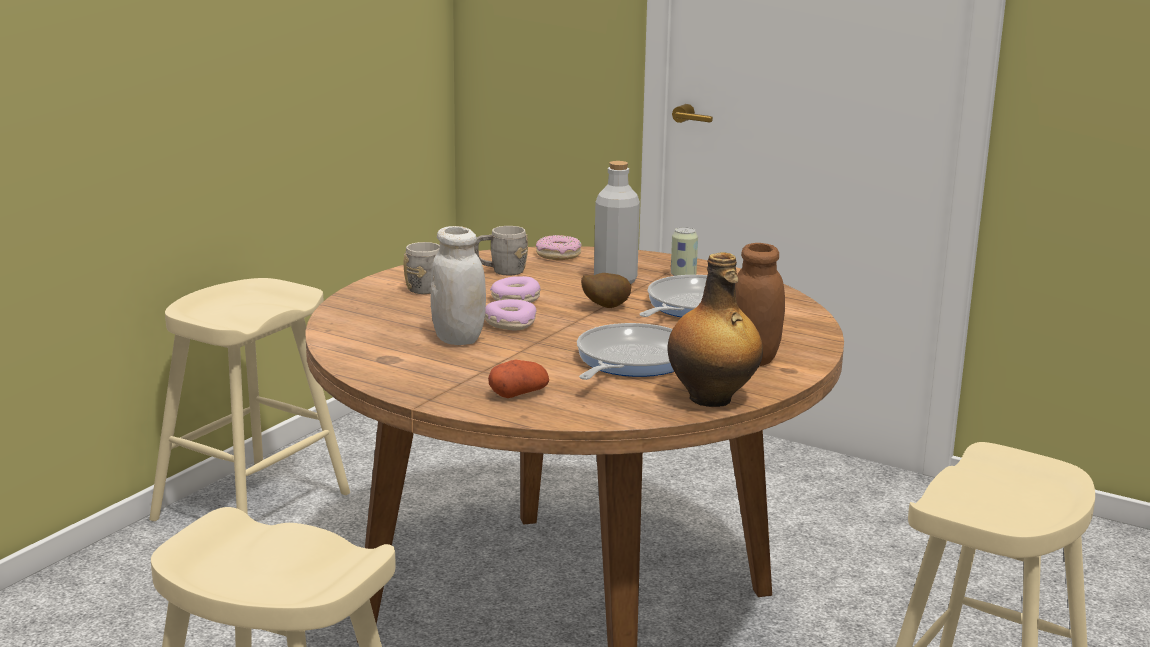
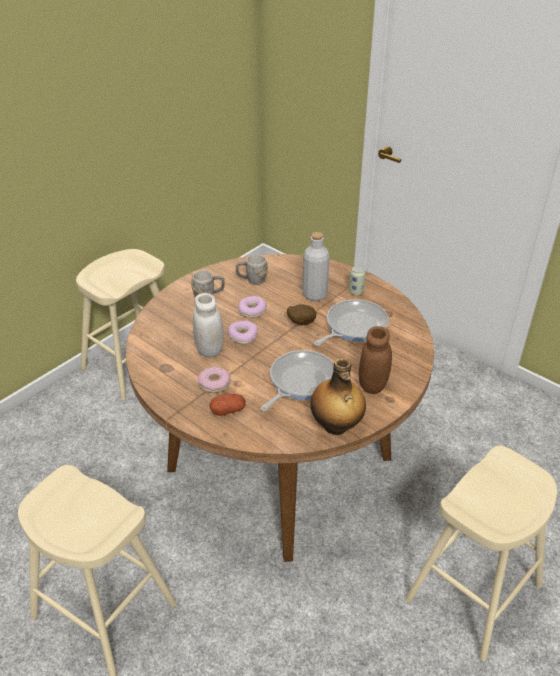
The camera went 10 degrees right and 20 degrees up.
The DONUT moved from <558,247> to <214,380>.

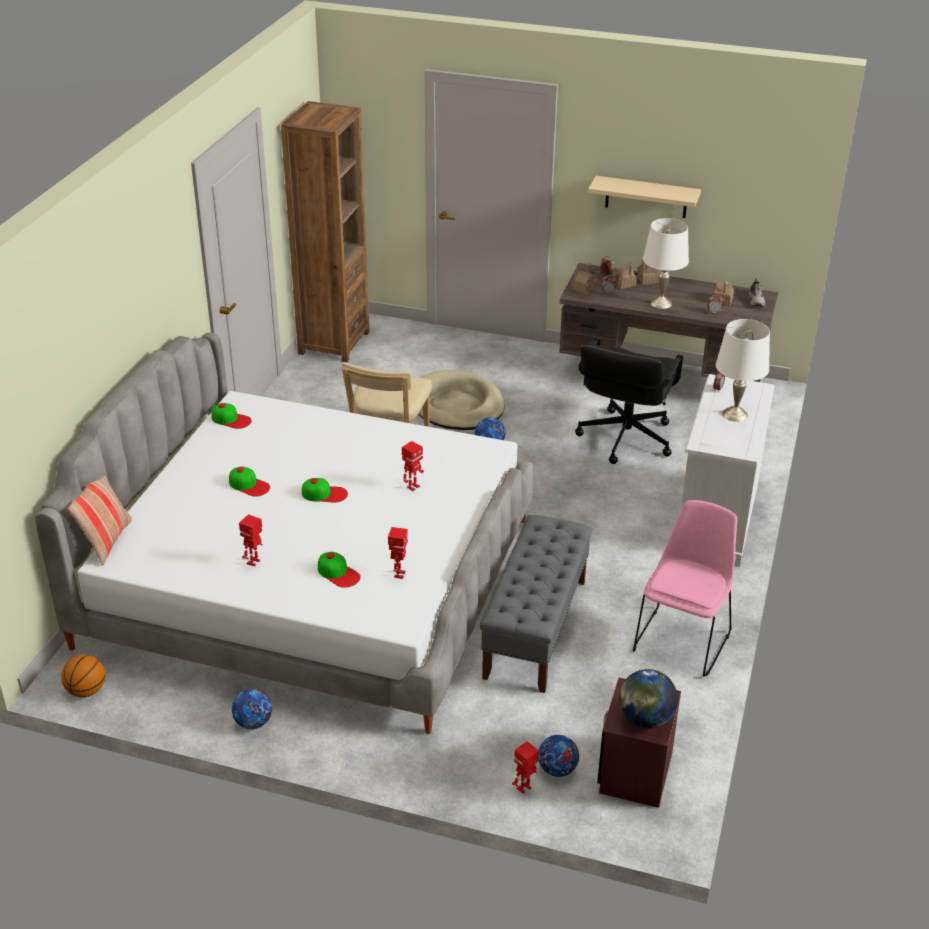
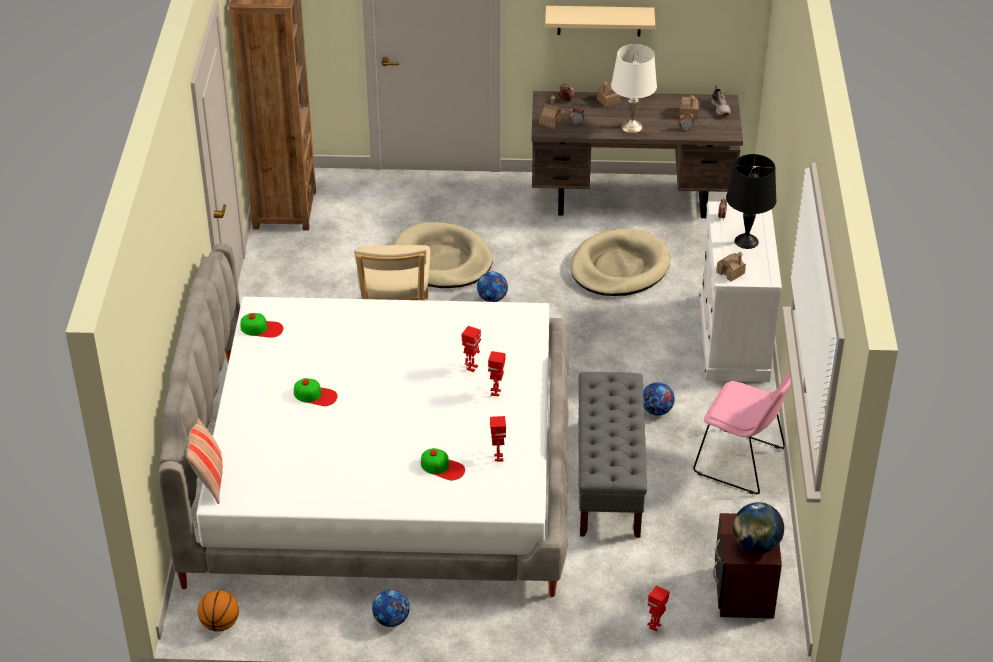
The camera went 15 degrees left and 5 degrees up.
The TOY ROBOT moved from <251,540> to <497,373>.
The CAP at <325,490> disappeared.
The FOOTBALL moved from <558,756> to <659,399>.
The BLACK OFFICE CHAIR at <629,400> was replaced by the BEIGE DOG BED at <620,262>.
The TOY HOUSE moved from <624,276> to <731,267>.
The PINK CHAIR at <685,588> turned 105 degrees clockwise.
The WHITE TABLE LAMP at <743,370> became the BLACK TABLE LAMP at <751,201>.

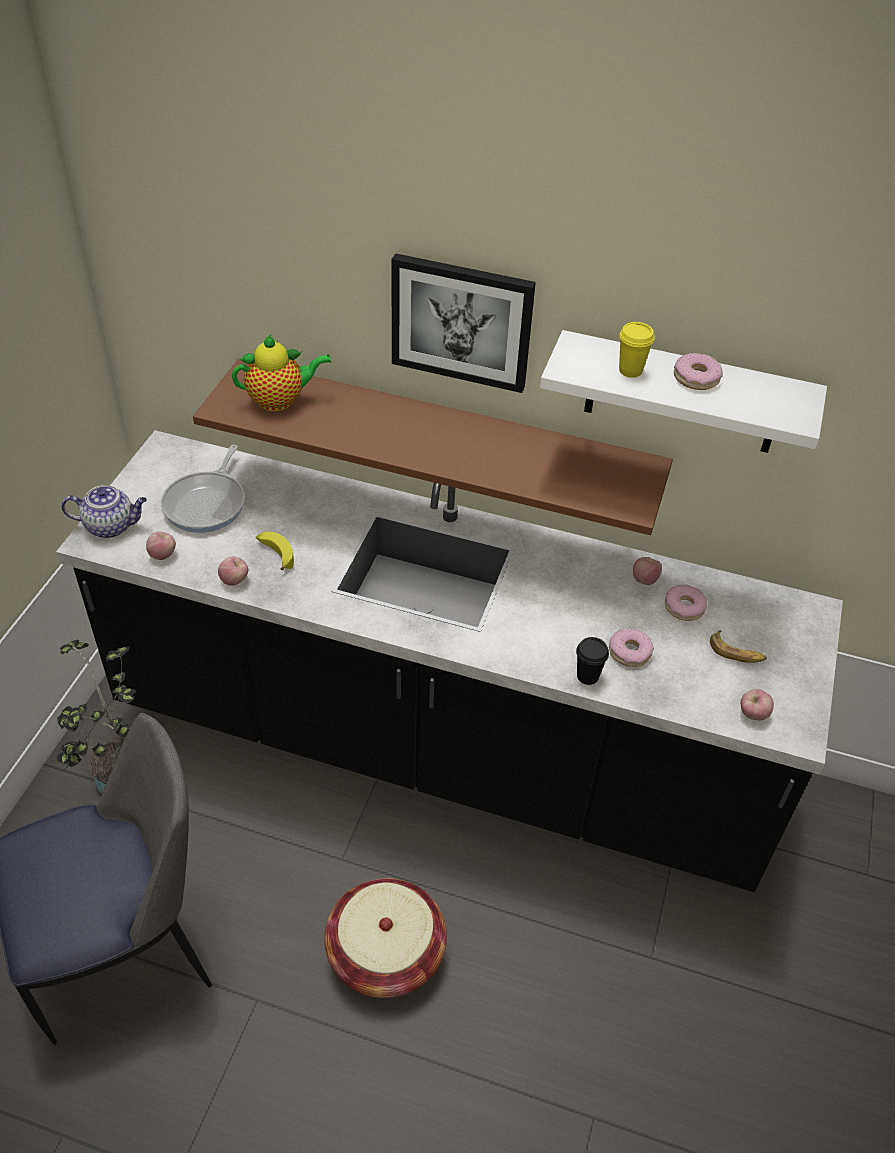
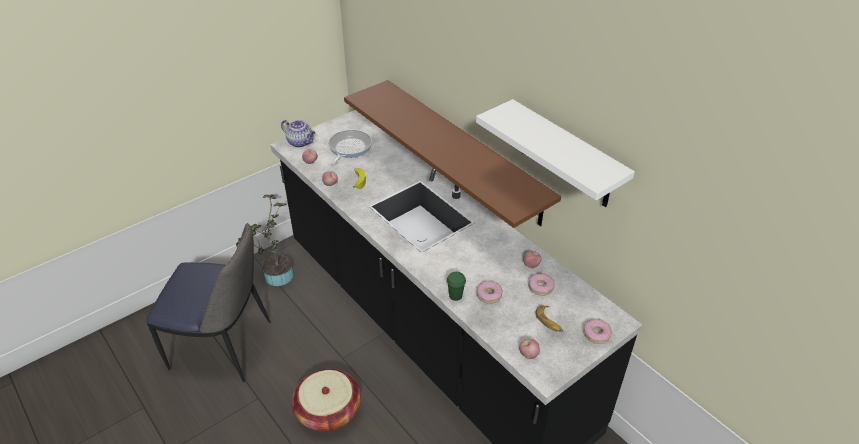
The camera went 35 degrees right and 5 degrees down.
The FRYING PAN at <203,489> turned 150 degrees clockwise.
The TEAPOT at <281,373> disappeared.
The PICTURE at <463,323> disappeared.
The BLACK CUP at <592,661> became the GREEN CUP at <456,286>.
The YELLOW CUP at <636,350> disappeared.
The DONUT moved from <698,371> to <597,331>.

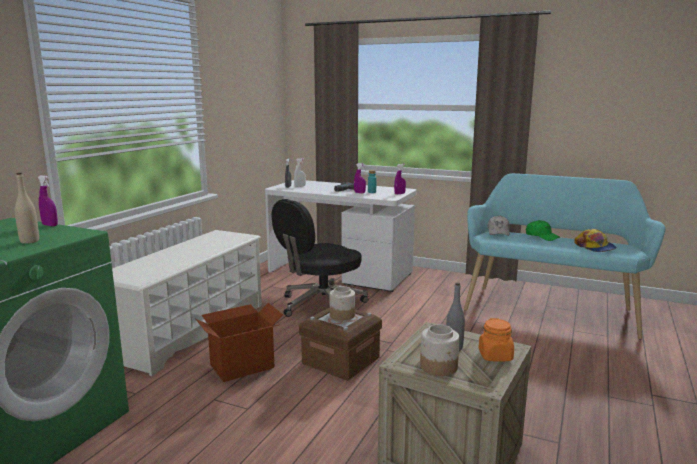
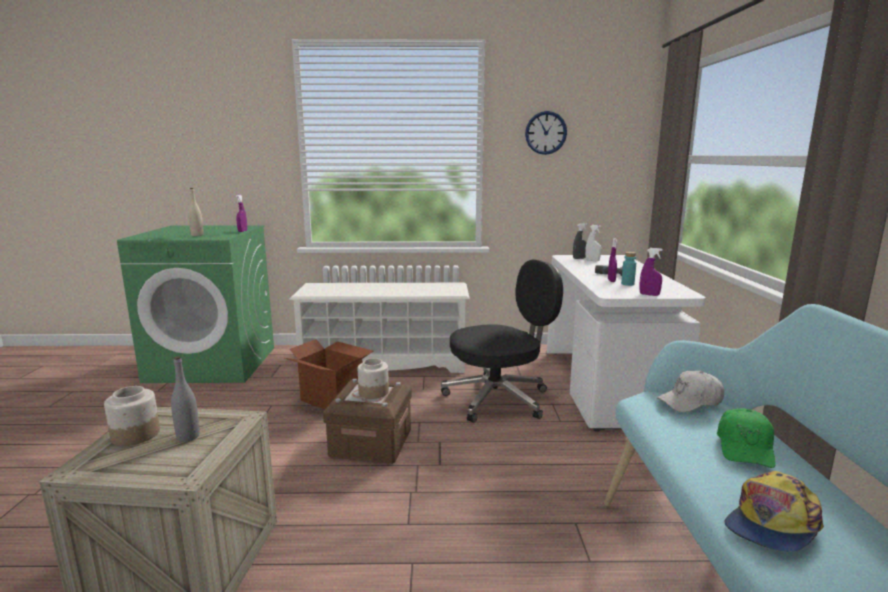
The camera went 65 degrees right and 0 degrees up.
The BLACK OFFICE CHAIR at <319,258> turned 135 degrees clockwise.
The ORANGE JAR at <496,340> disappeared.
The WALL CLOCK at <546,133> appeared.

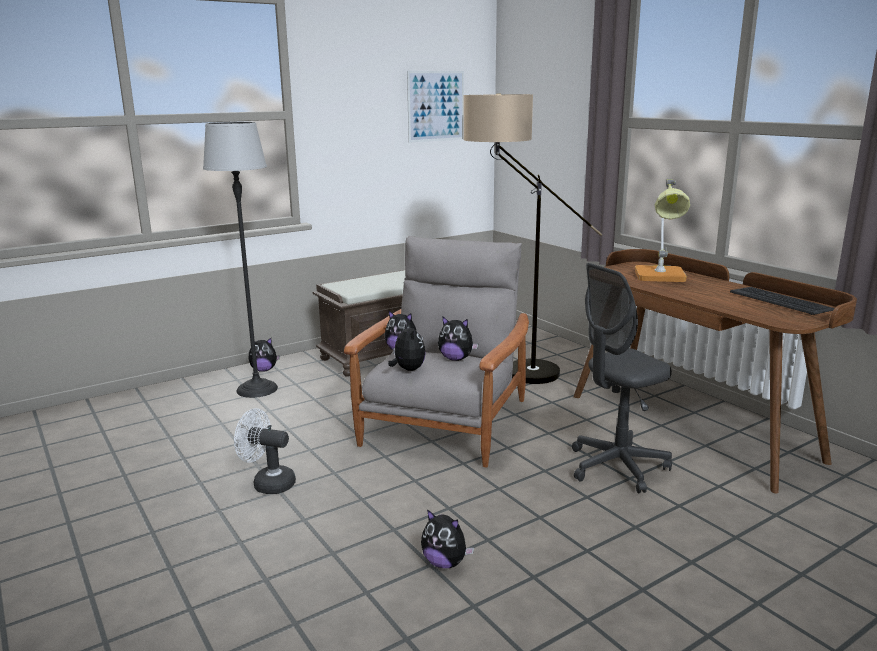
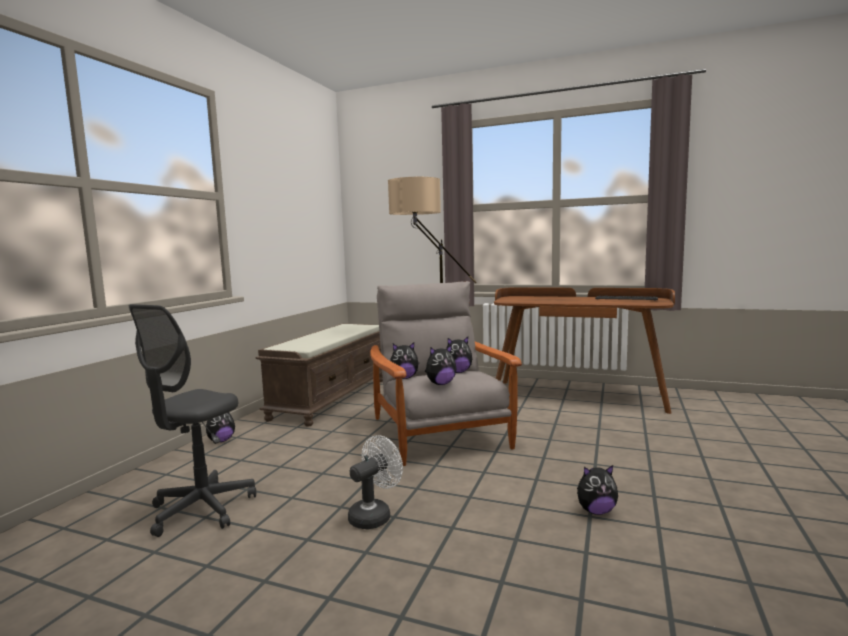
The camera went 35 degrees left and 10 degrees down.
The FLOOR LAMP at <240,260> disappeared.
The WHITE FAN at <265,451> turned 150 degrees clockwise.
The PLUSH TOY at <407,347> turned 120 degrees clockwise.
The PICTURE at <435,107> disappeared.
The GREY OFFICE CHAIR moved from <622,378> to <192,420>.
The TABLE LAMP at <662,230> disappeared.

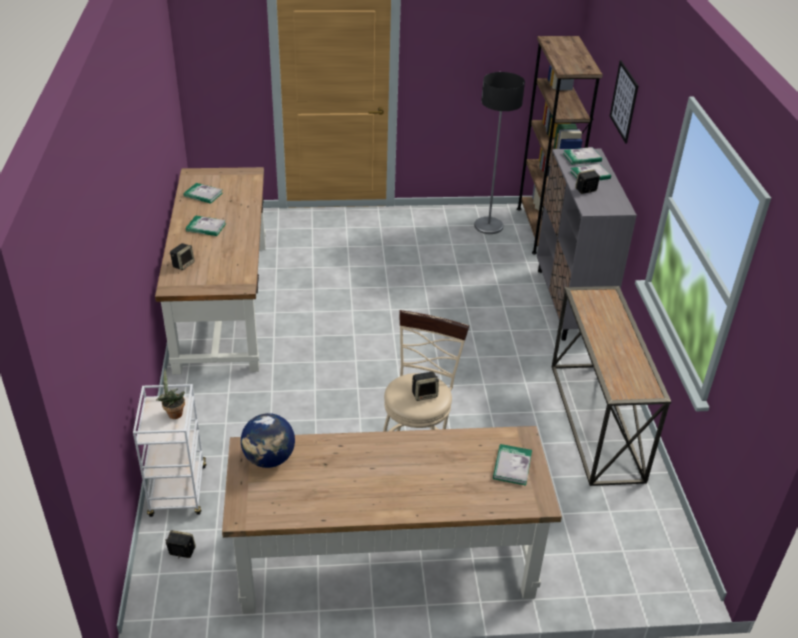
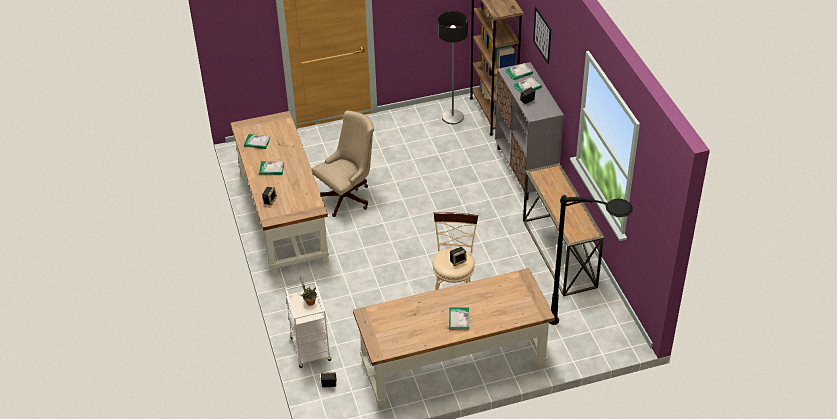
The camera went 10 degrees left and 5 degrees up.
The GLOBE at <268,440> disappeared.
The BOOK moved from <512,465> to <459,318>.
The BEIGE OFFICE CHAIR at <342,163> appeared.
The BLACK FLOOR LAMP at <591,260> appeared.

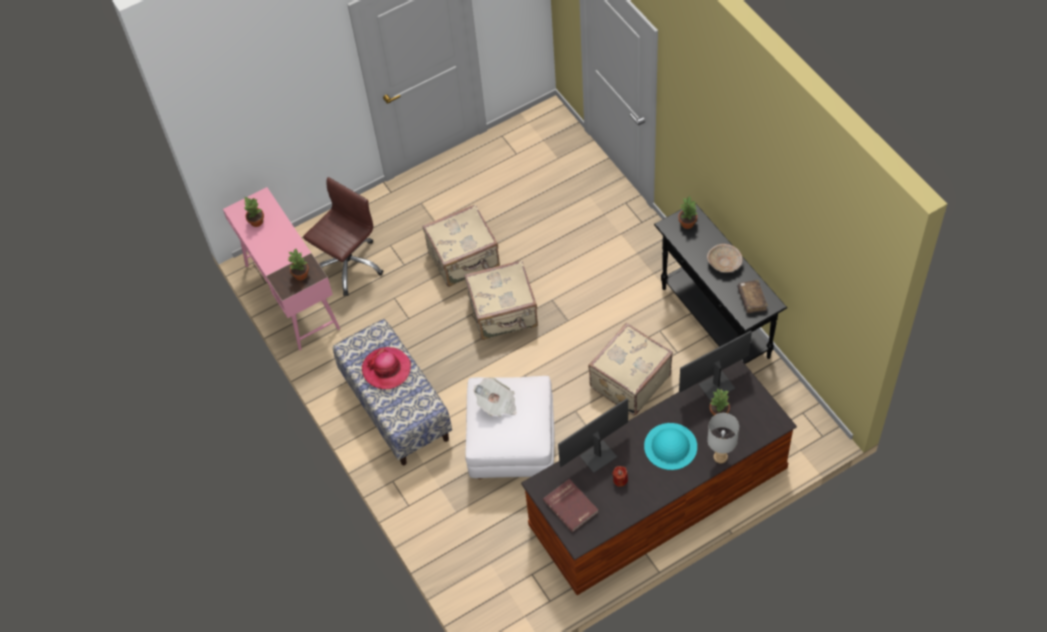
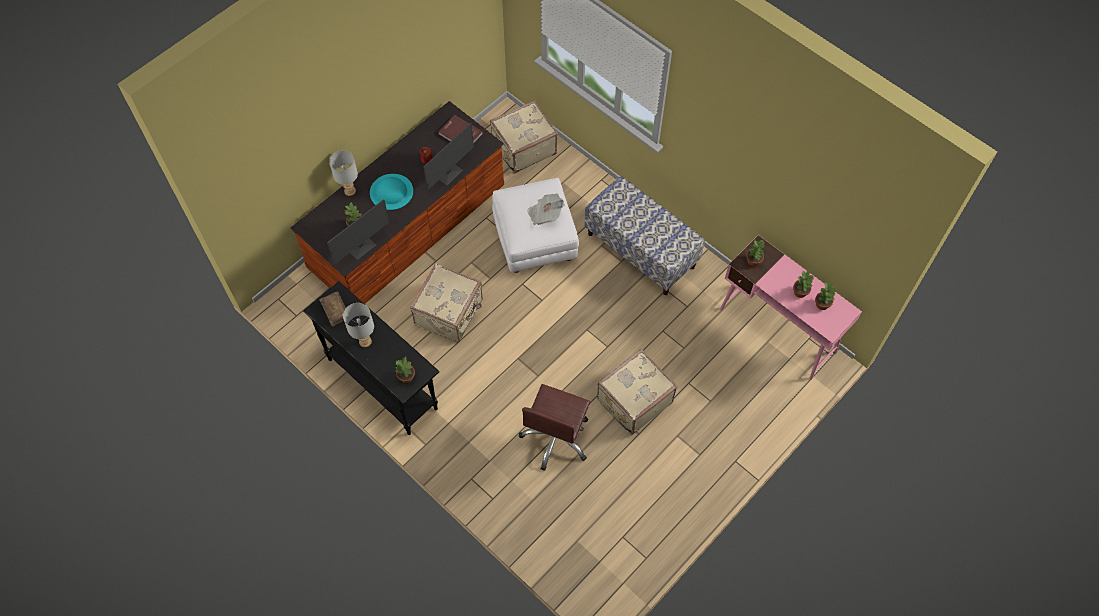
The camera went 160 degrees right and 5 degrees up.
The BROWN OFFICE CHAIR moved from <343,236> to <554,427>.
The HAT at <386,368> disappeared.
The BEIGE SUITCASE moved from <501,300> to <524,136>.
The BEIGE BOWL at <724,258> was replaced by the GREY TABLE LAMP at <358,325>.
The POTTED PLANT at <803,284> appeared.

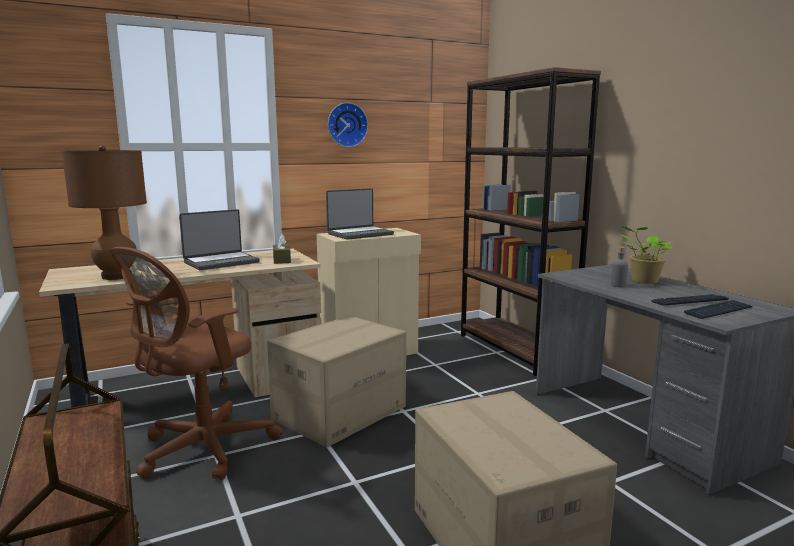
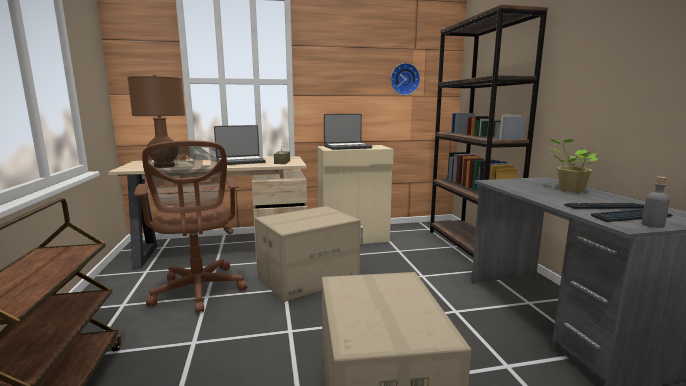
The camera went 15 degrees right and 0 degrees up.
The BROWN OFFICE CHAIR at <196,363> turned 75 degrees counterclockwise.
The WALL CLOCK moved from <348,125> to <405,79>.
The GREY BOTTLE moved from <619,267> to <656,202>.

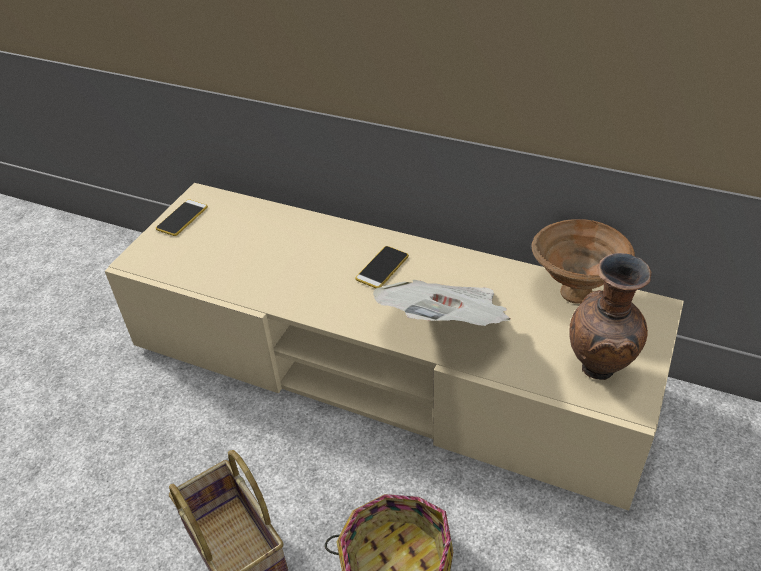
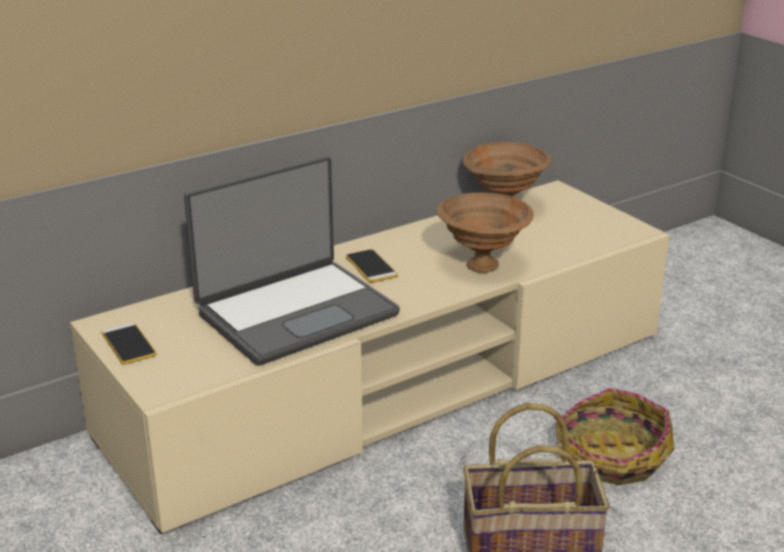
The camera went 60 degrees left and 15 degrees down.
The NEWSPAPER at <441,303> was replaced by the BROWN BOWL at <485,232>.
The BROWN VASE at <610,316> disappeared.
The LAPTOP at <292,260> appeared.

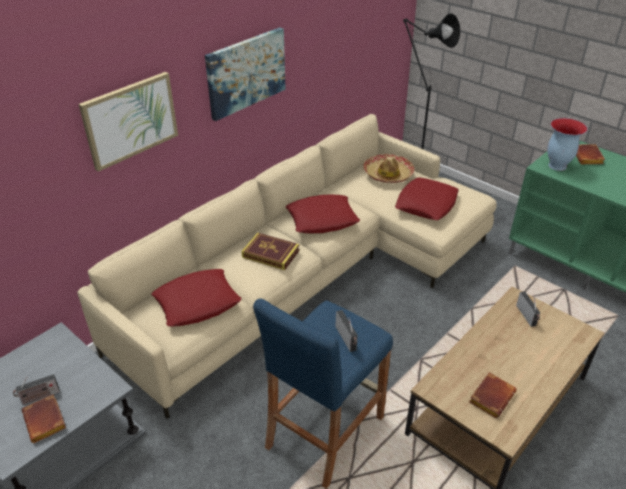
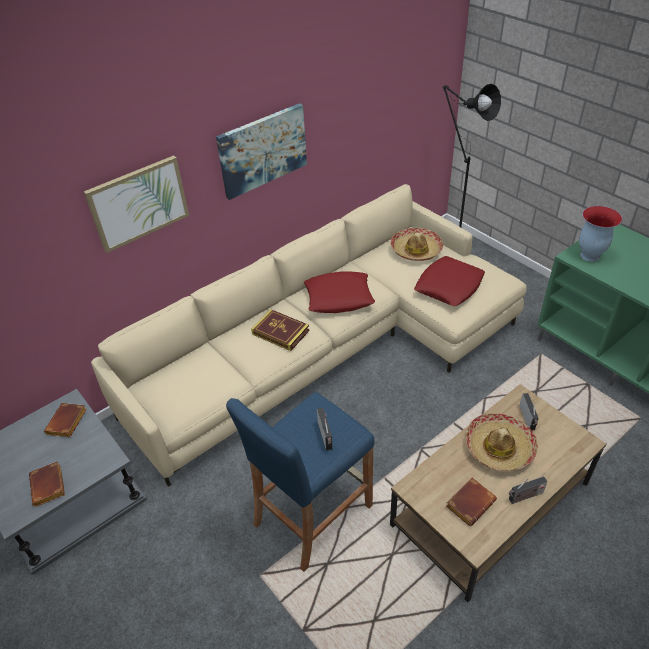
The camera went 10 degrees right and 5 degrees up.
The RADIO moved from <36,389> to <528,490>.
The RED PILLOW at <196,298> disappeared.
The BROWN BOOK moved from <590,154> to <65,420>.
The HAT at <502,442> appeared.

